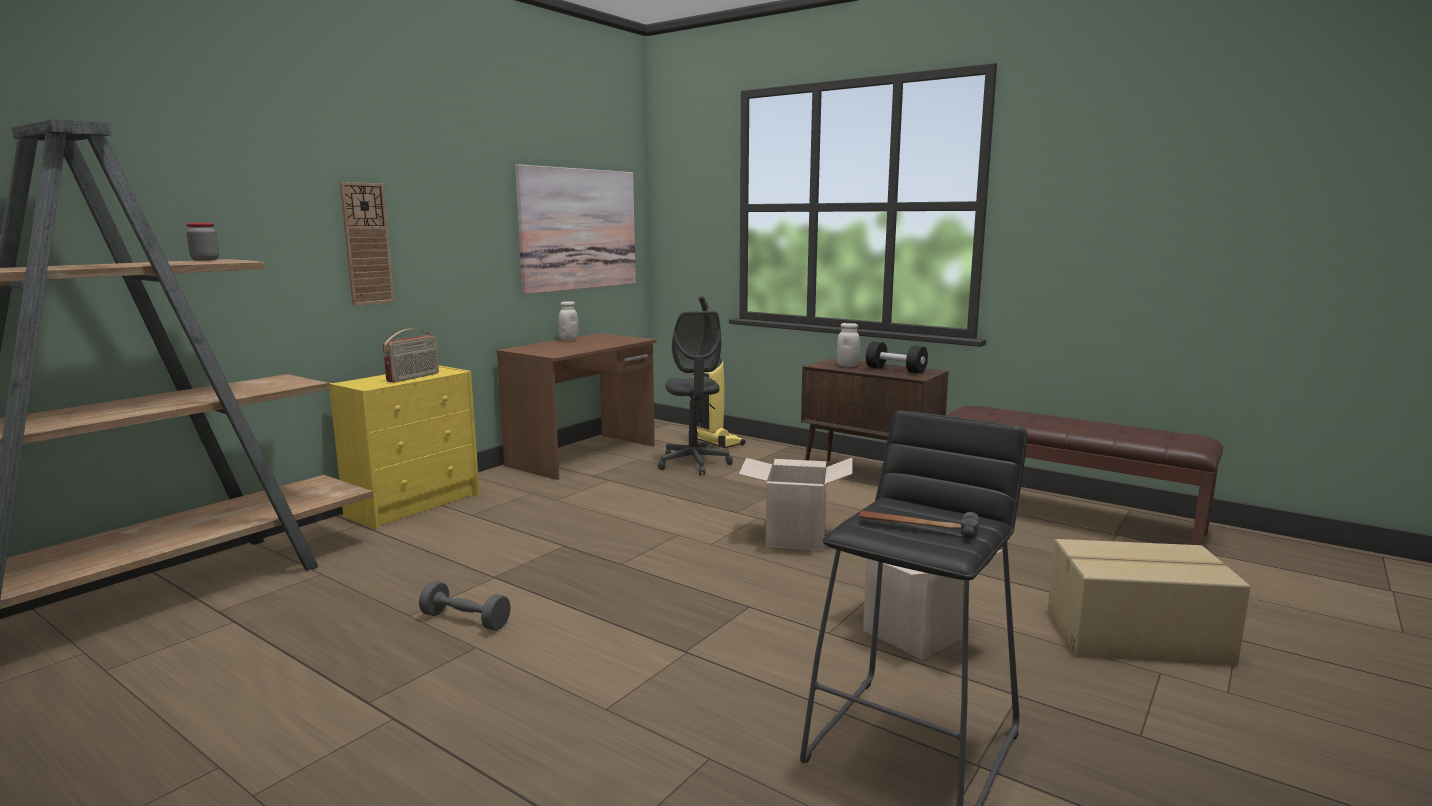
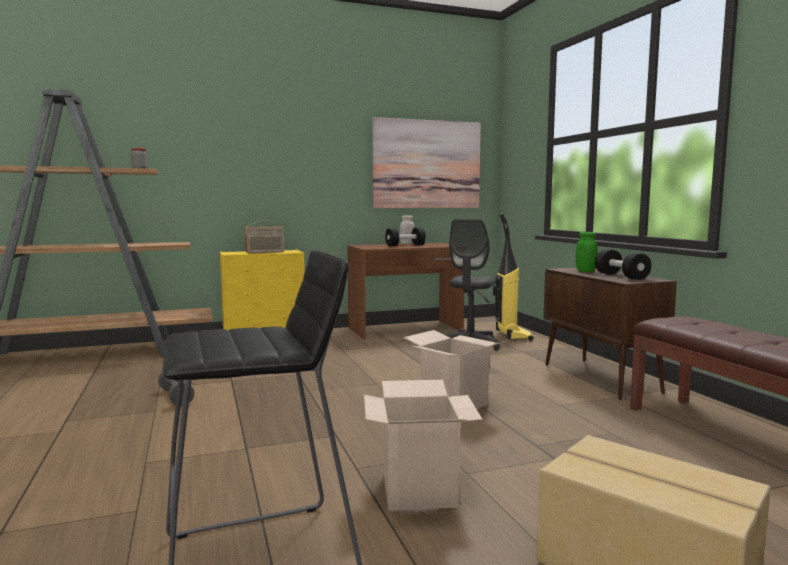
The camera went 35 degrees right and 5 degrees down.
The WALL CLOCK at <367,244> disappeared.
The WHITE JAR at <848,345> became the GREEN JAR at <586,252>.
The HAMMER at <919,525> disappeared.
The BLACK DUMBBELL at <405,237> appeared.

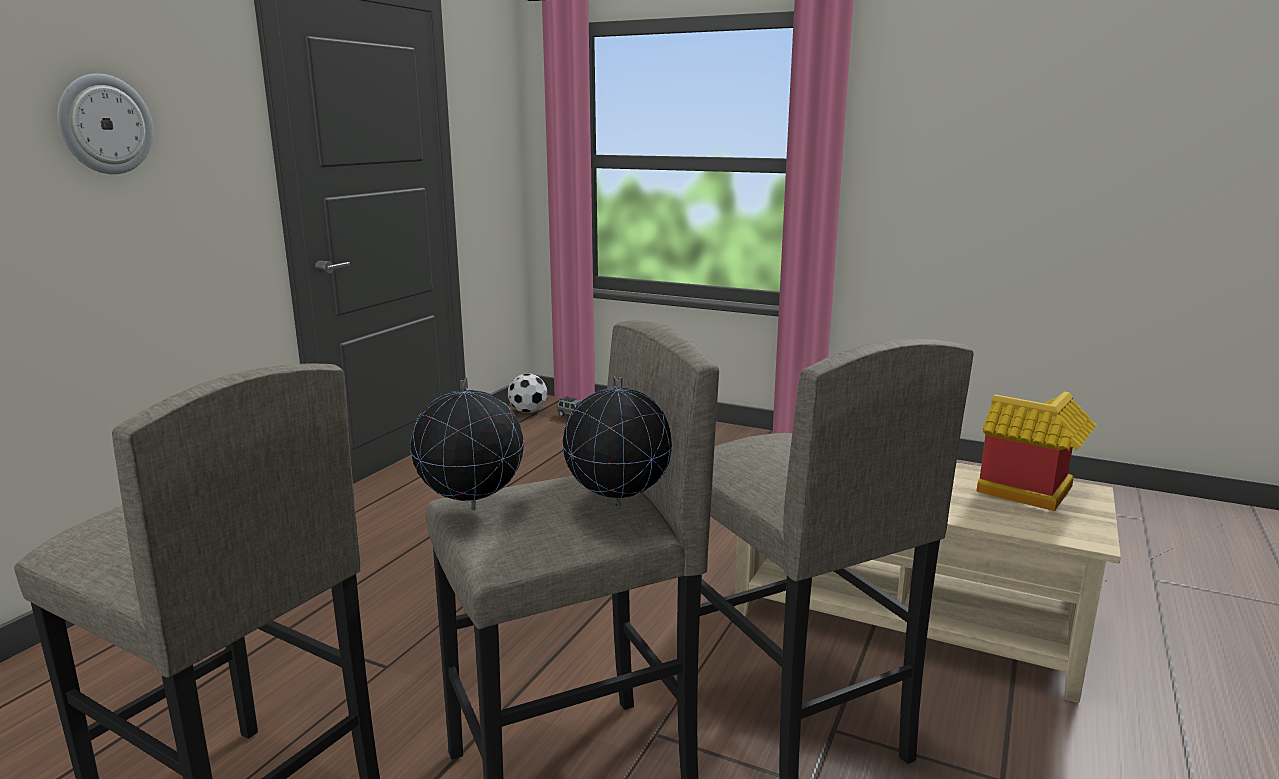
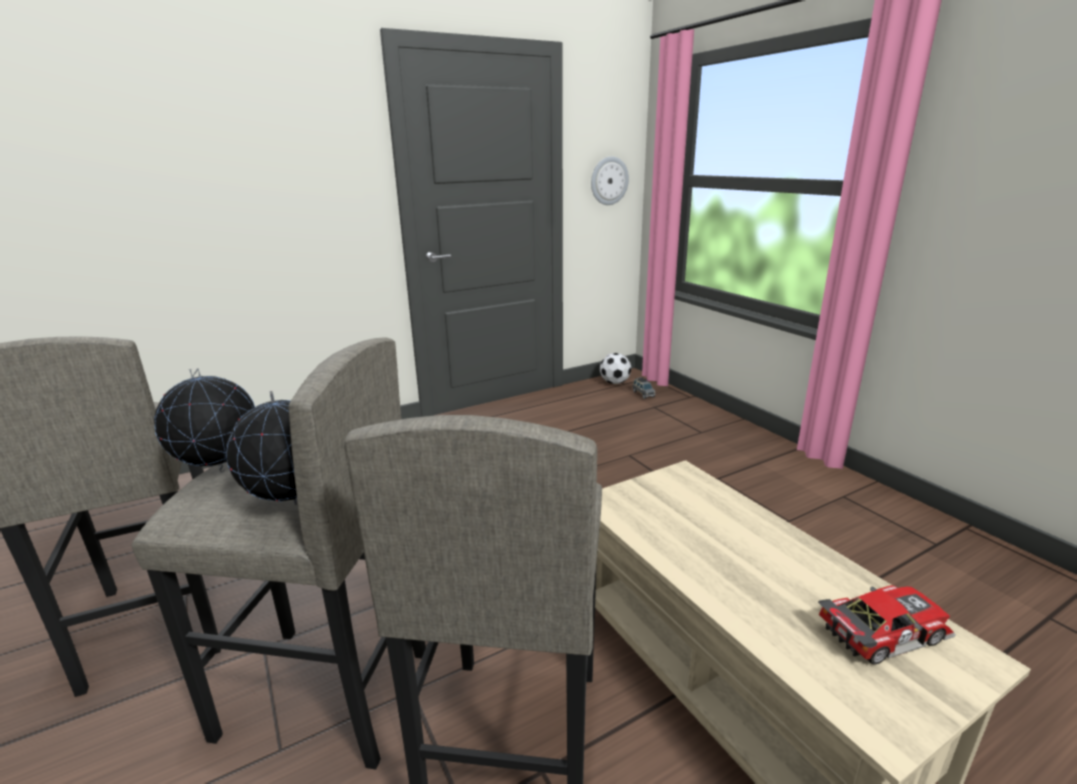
The camera went 35 degrees right and 5 degrees up.
The WALL CLOCK moved from <105,124> to <610,180>.
The TOY HOUSE at <1036,451> was replaced by the TOY CAR at <887,624>.

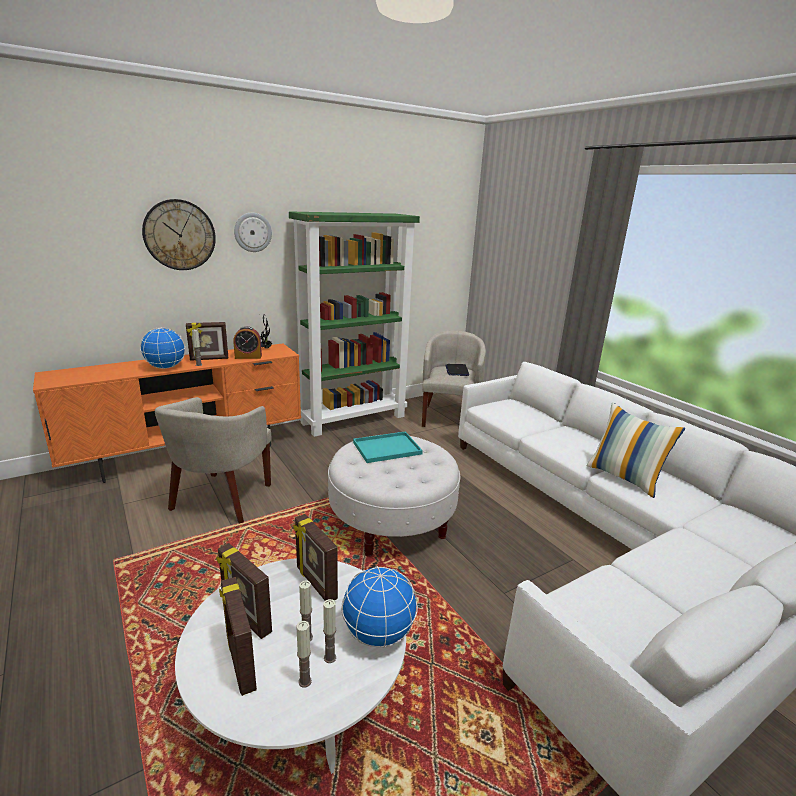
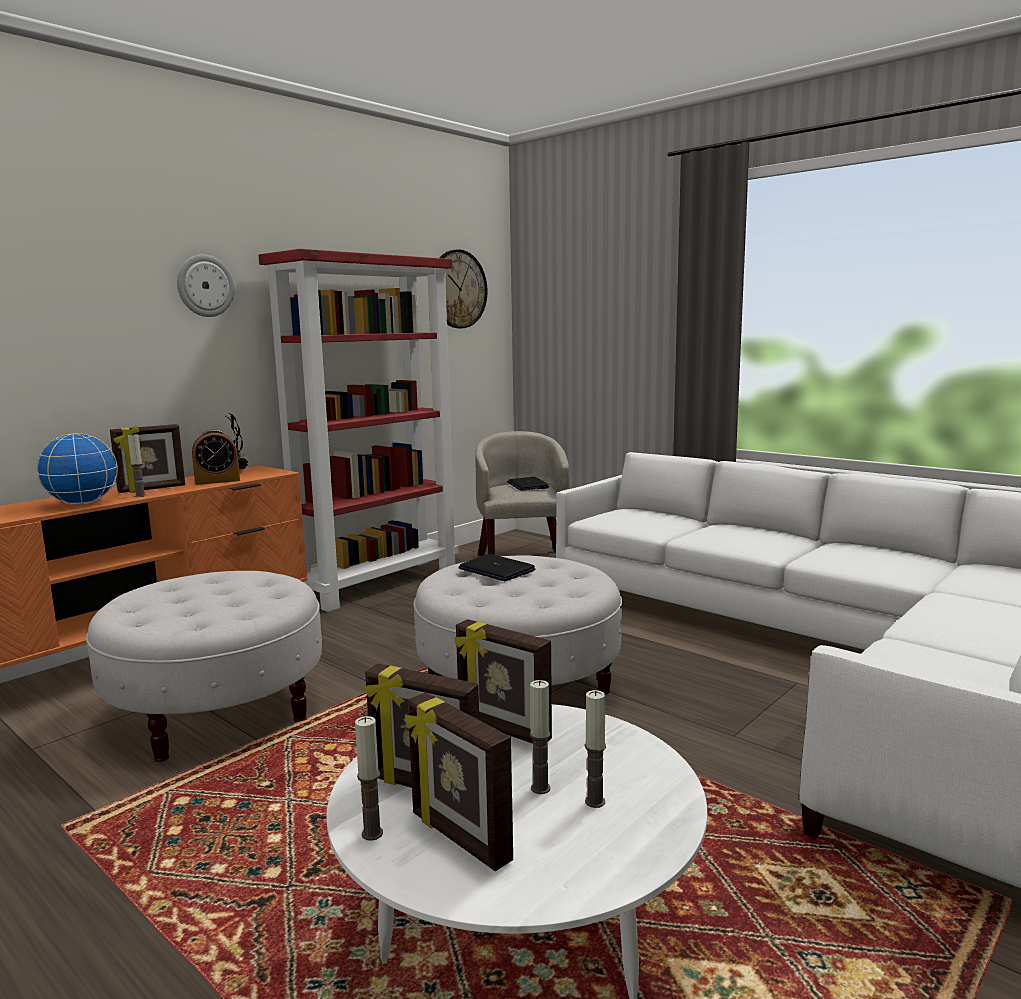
The camera went 15 degrees left and 10 degrees down.
The WALL CLOCK moved from <179,234> to <464,288>.
The BEIGE ARMCHAIR at <213,460> was replaced by the WHITE OTTOMAN at <204,666>.
The GREEN BOOKCASE at <354,324> became the RED BOOKCASE at <359,430>.
The CANDLE moved from <304,654> to <369,778>.
The GLOBE at <379,607> disappeared.
The TURQUOISE TRAY at <388,447> was replaced by the LAPTOP at <497,567>.
The PILLOW at <635,450> disappeared.

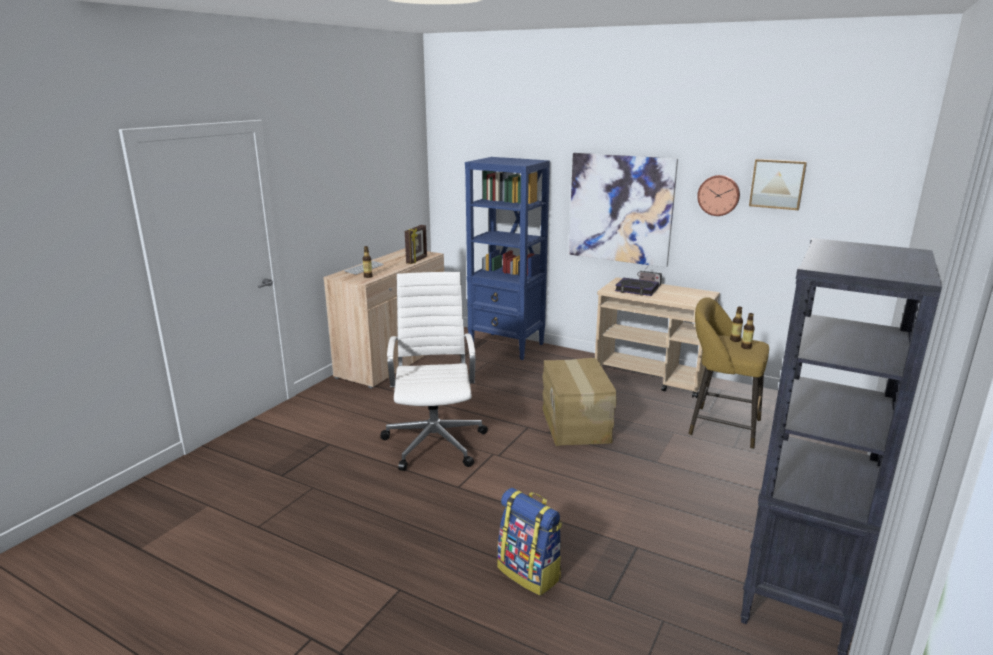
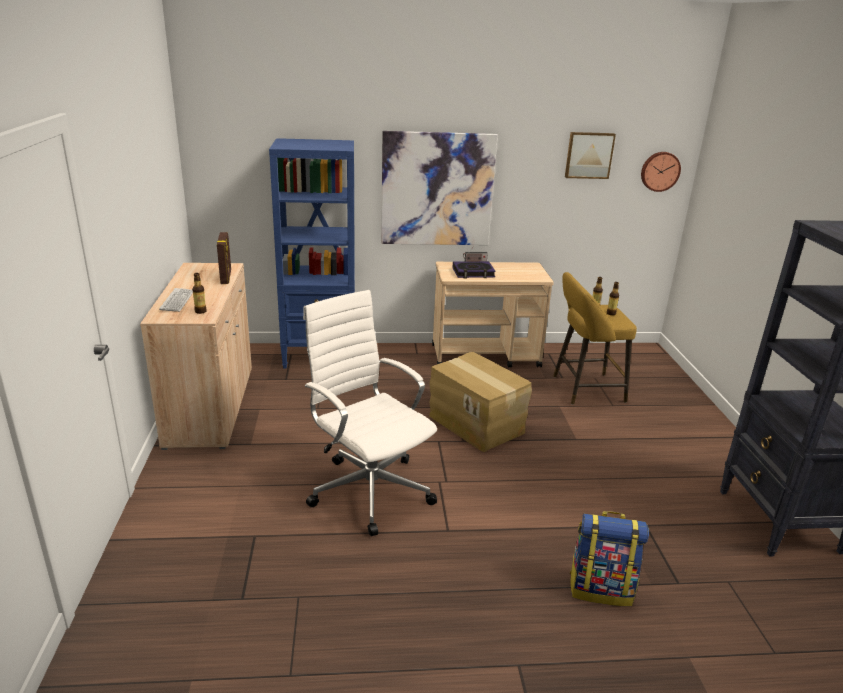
The camera went 35 degrees left and 5 degrees up.
The WALL CLOCK moved from <718,195> to <661,172>.

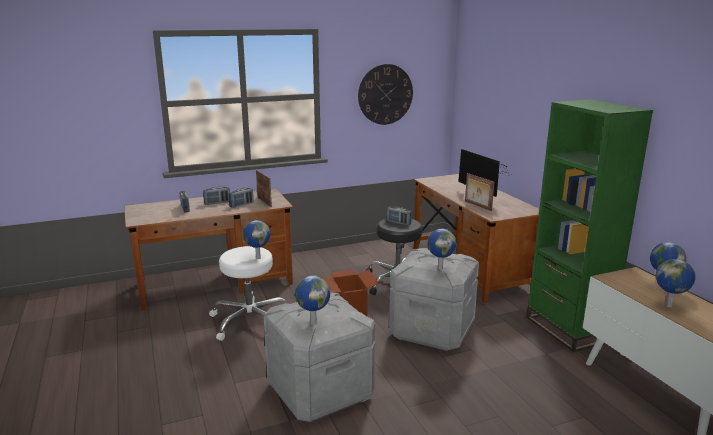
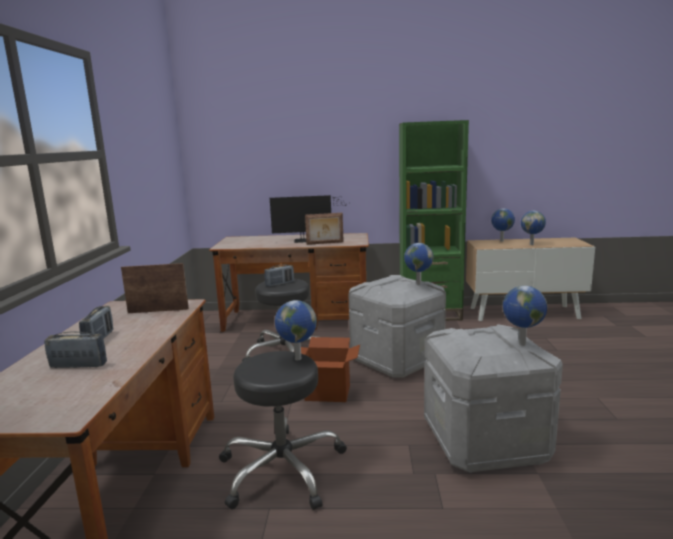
The camera went 65 degrees left and 5 degrees down.
The WHITE STOOL at <248,293> became the BLACK STOOL at <283,430>.
The RADIO at <241,198> disappeared.
The WALL CLOCK at <385,94> disappeared.

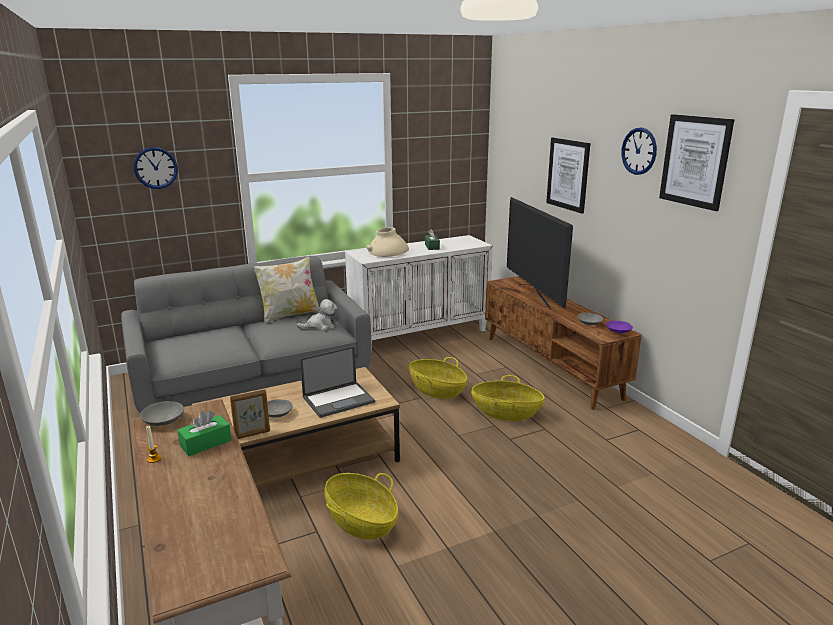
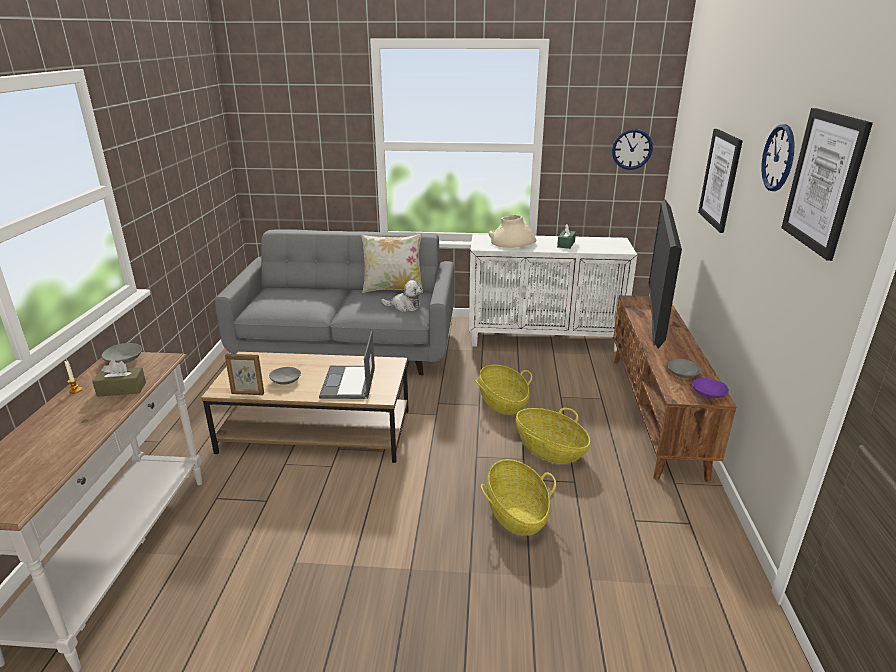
The camera went 30 degrees right and 5 degrees up.
The WALL CLOCK moved from <156,168> to <632,149>.
The GREEN TISSUE BOX at <204,433> became the BROWN TISSUE BOX at <119,378>.
The LAPTOP at <337,382> turned 90 degrees clockwise.
The BASKET moved from <361,506> to <518,497>.

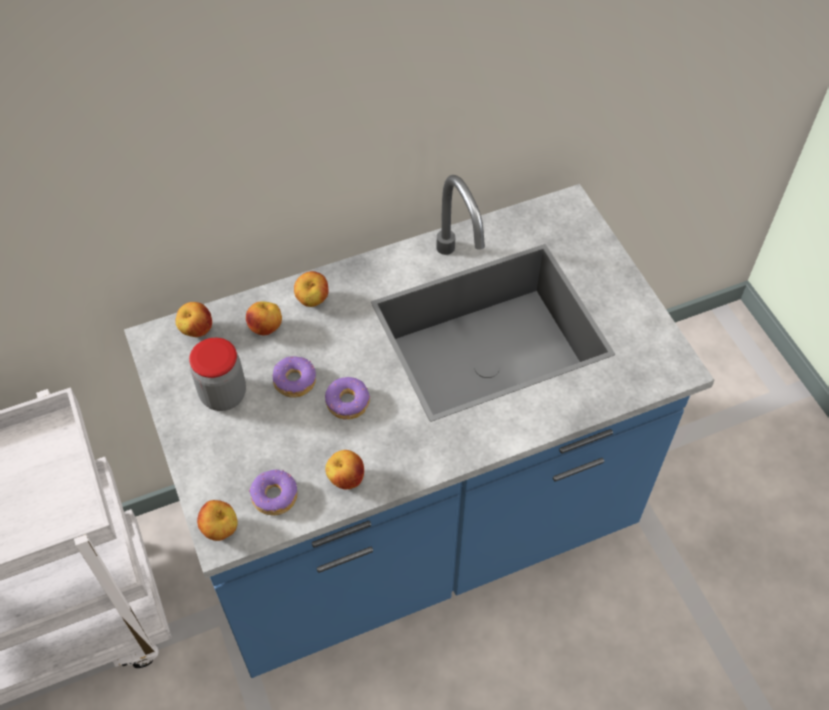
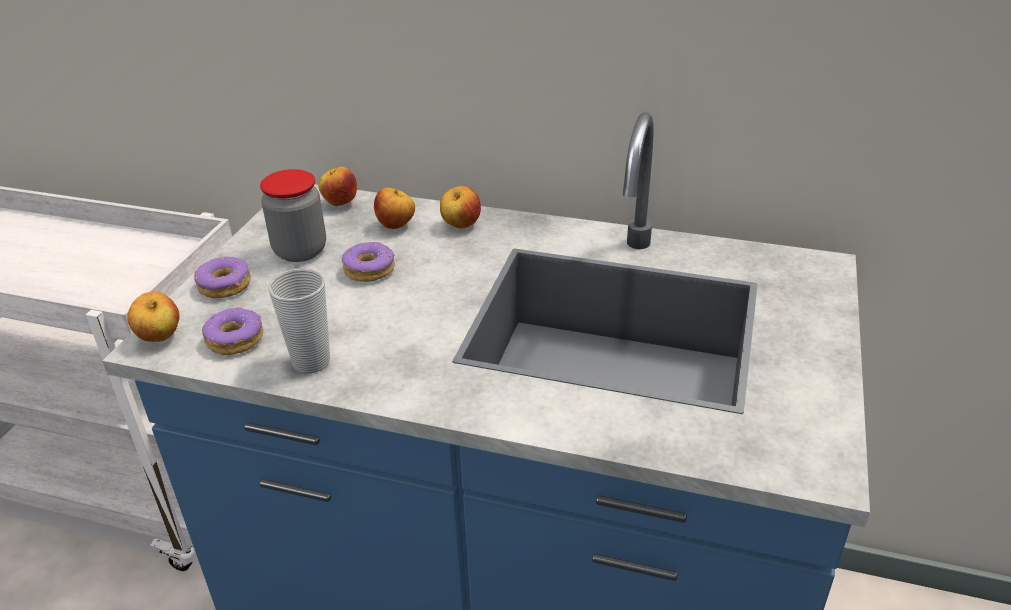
The camera went 40 degrees right and 20 degrees down.
The DONUT moved from <348,398> to <222,277>.
The APPLE at <344,470> was replaced by the CUP at <299,321>.

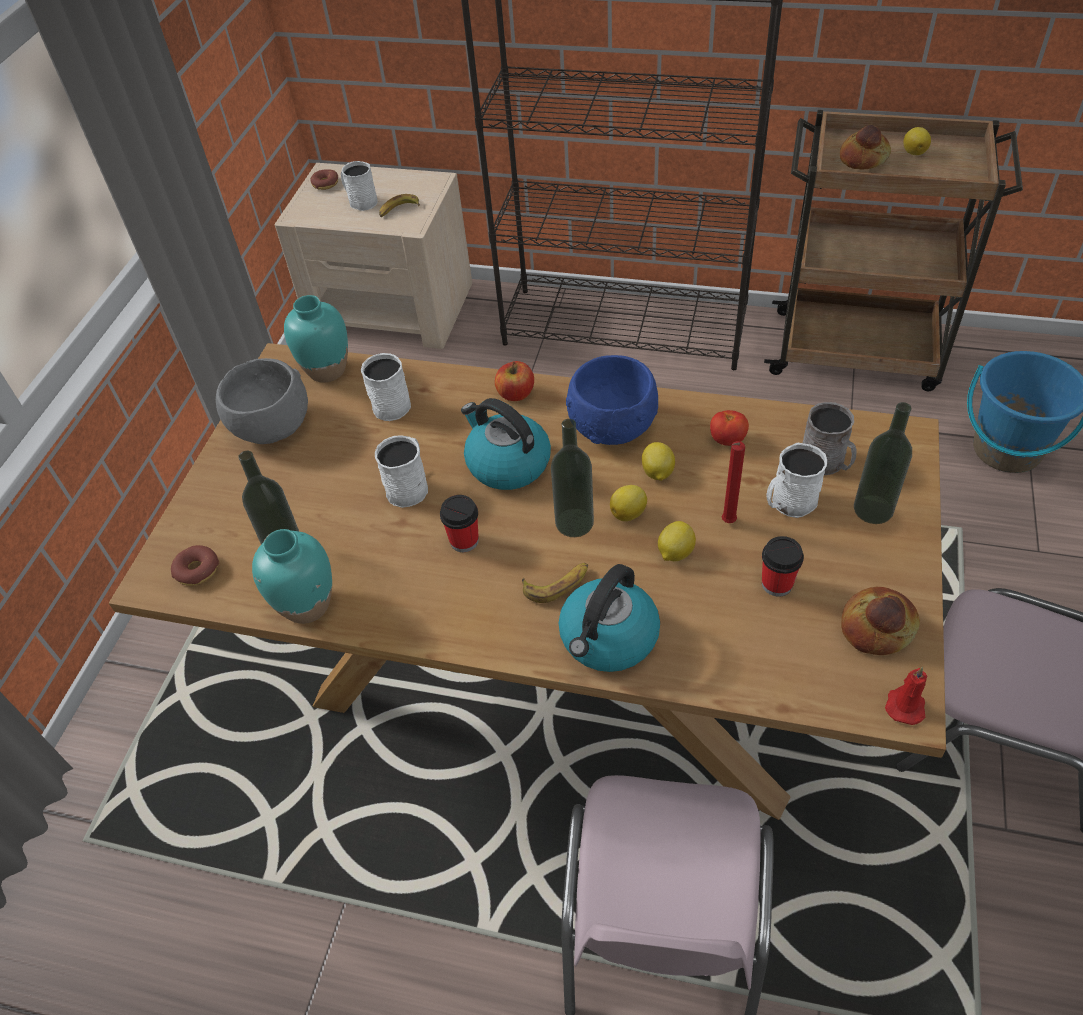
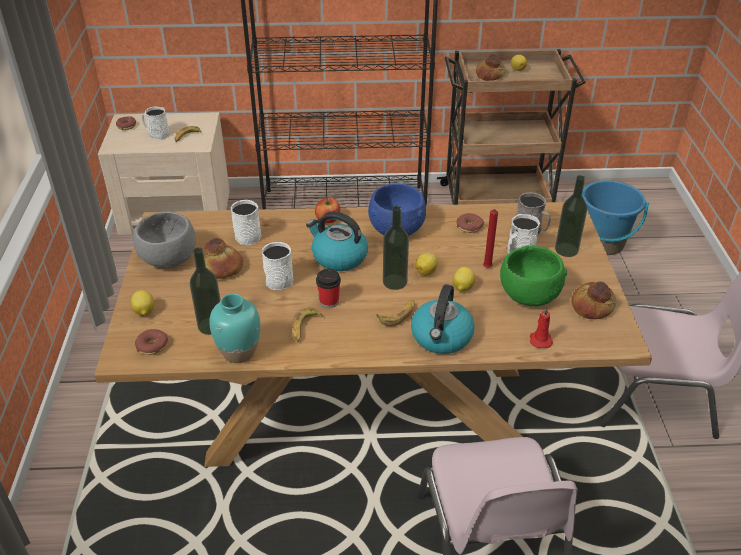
The camera went 20 degrees left and 10 degrees down.
The TURQUOISE VASE at <316,339> disappeared.
The LEMON moved from <658,461> to <143,303>.
The TOMATO at <729,428> was replaced by the DONUT at <470,223>.
The CUP at <783,566> was replaced by the GREEN BOWL at <533,276>.
The RED CANDLE moved from <906,696> to <541,327>.
The BREAD at <223,258> appeared.
The BANANA at <307,324> appeared.

